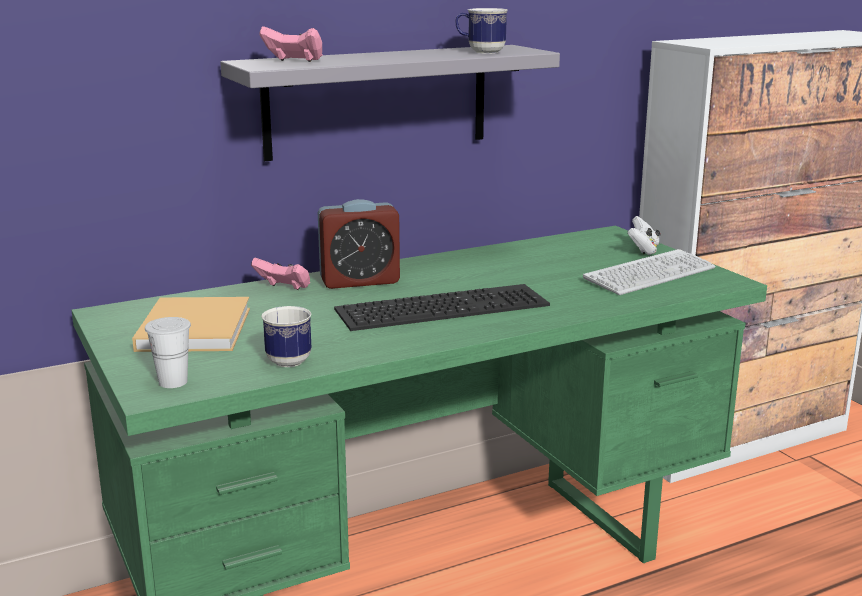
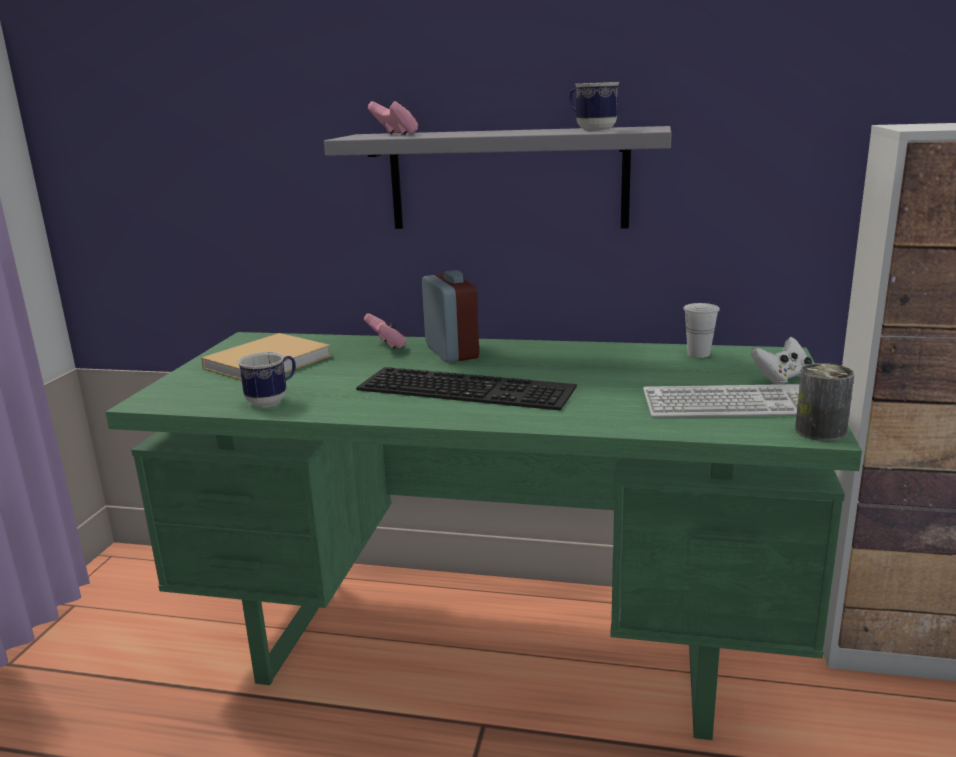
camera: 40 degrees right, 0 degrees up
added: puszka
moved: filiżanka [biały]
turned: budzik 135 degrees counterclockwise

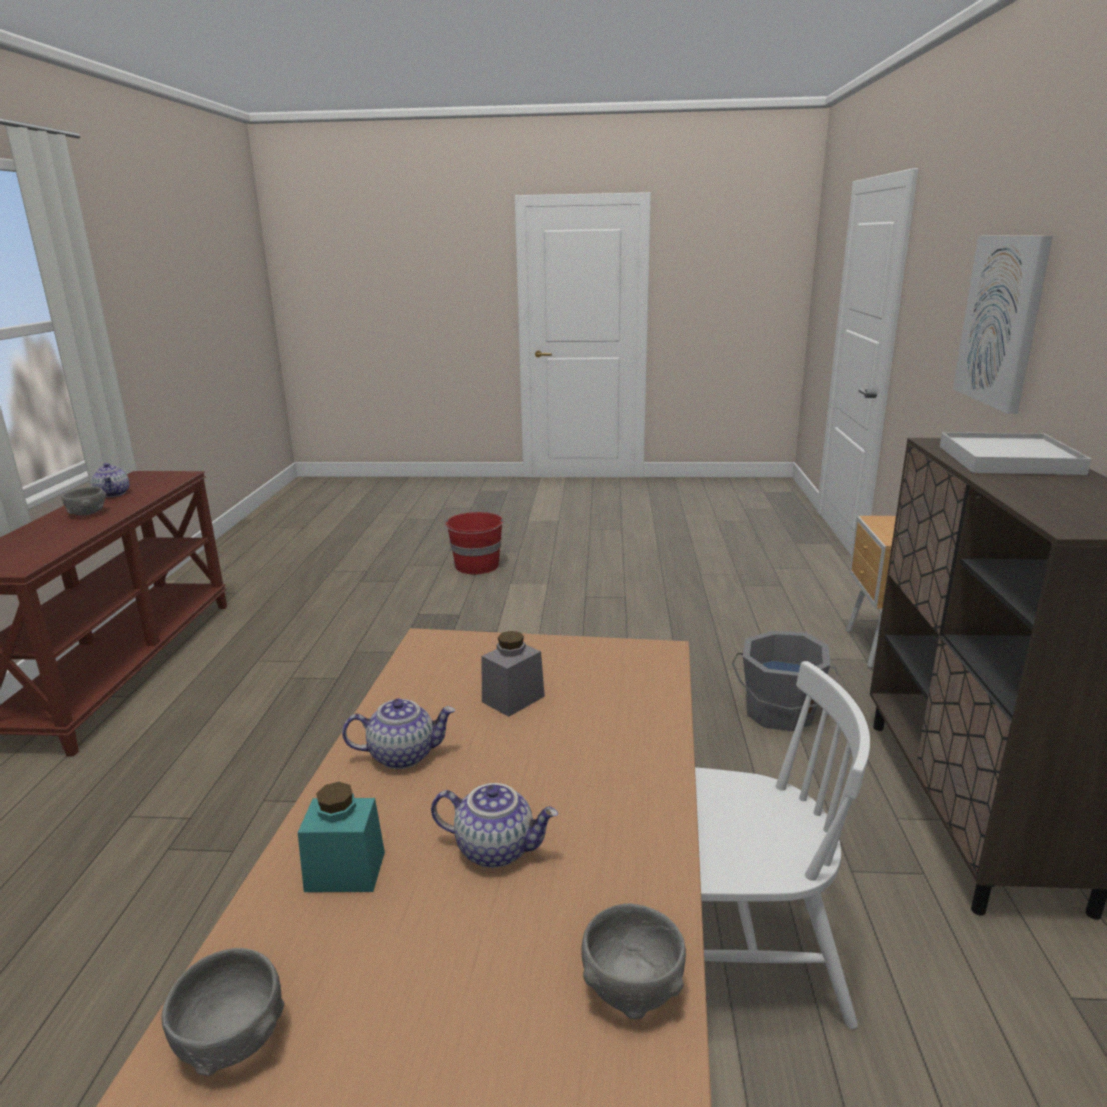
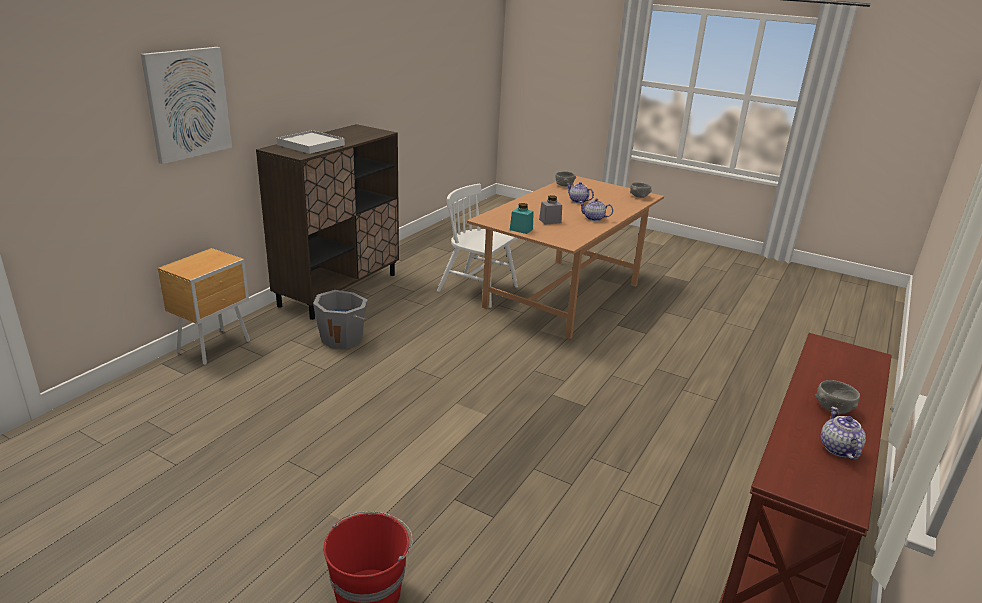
camera: 155 degrees left, 5 degrees up
moved: słoik [turkusowy]

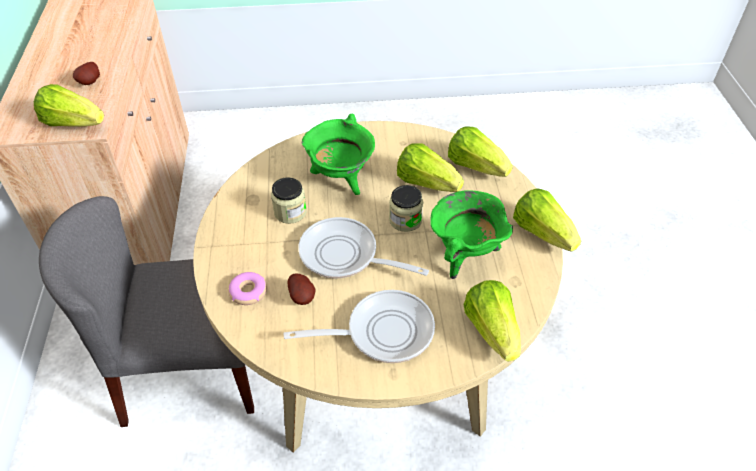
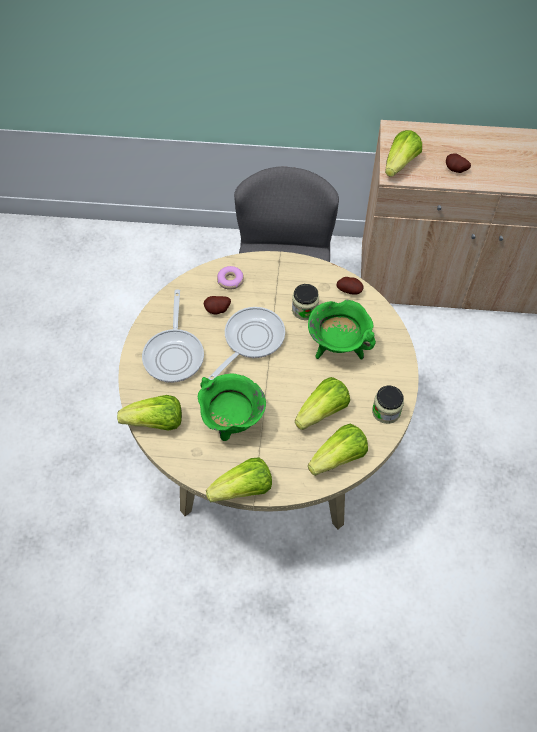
camera: 100 degrees right, 10 degrees up
added: ziemniak (2nd from left)
moved: słoik (2nd from left)

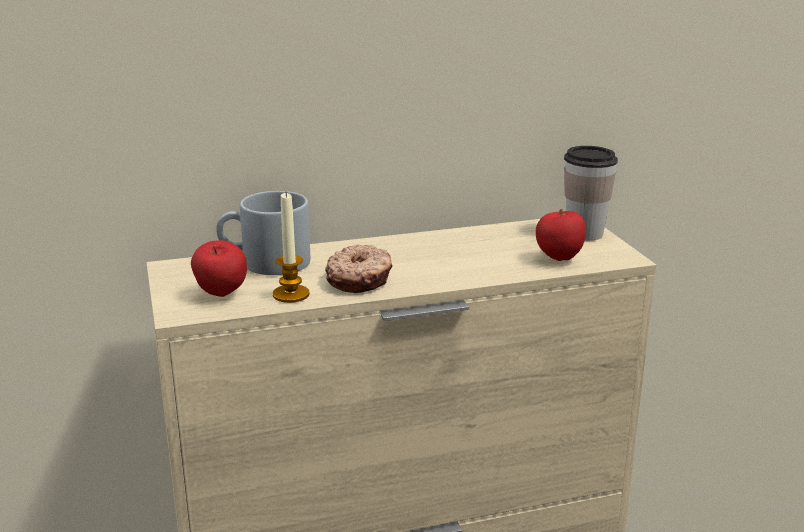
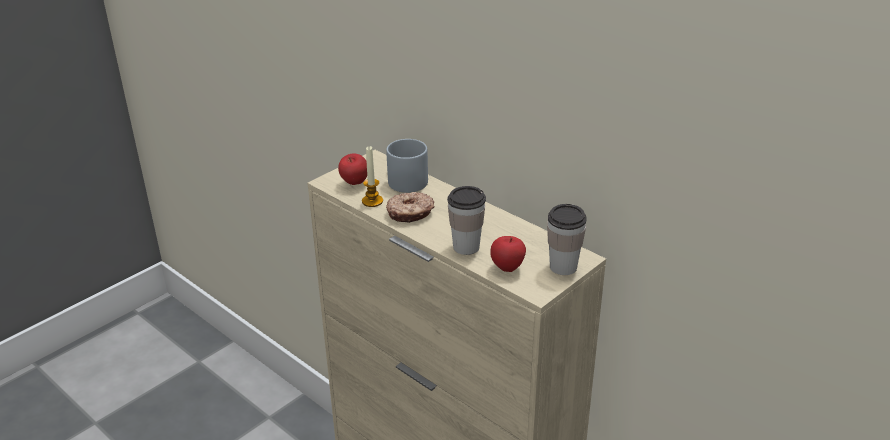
camera: 60 degrees right, 10 degrees up
added: filiżanka (1st from left)

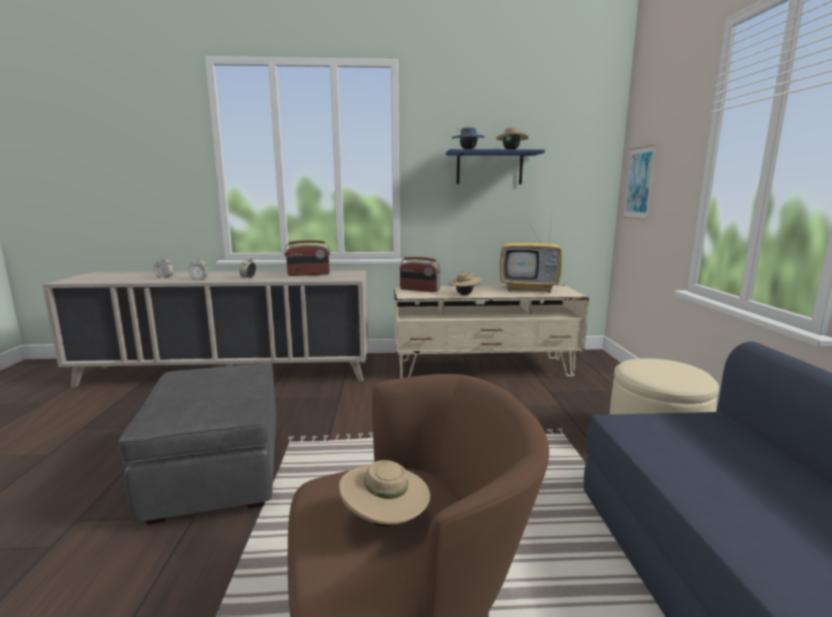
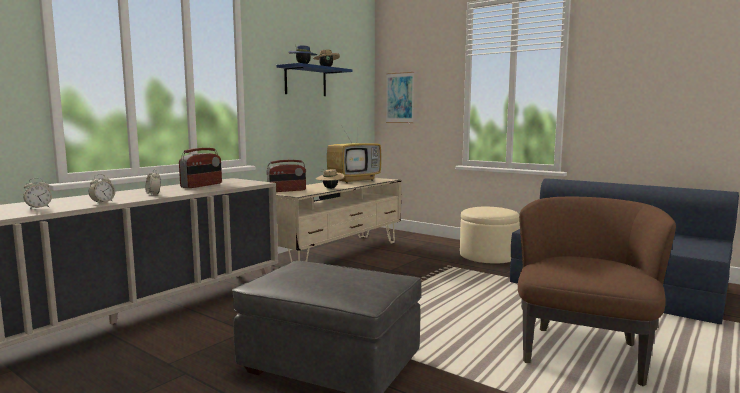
camera: 50 degrees left, 5 degrees down
removed: kapelusz [beżowy] (1st from left)

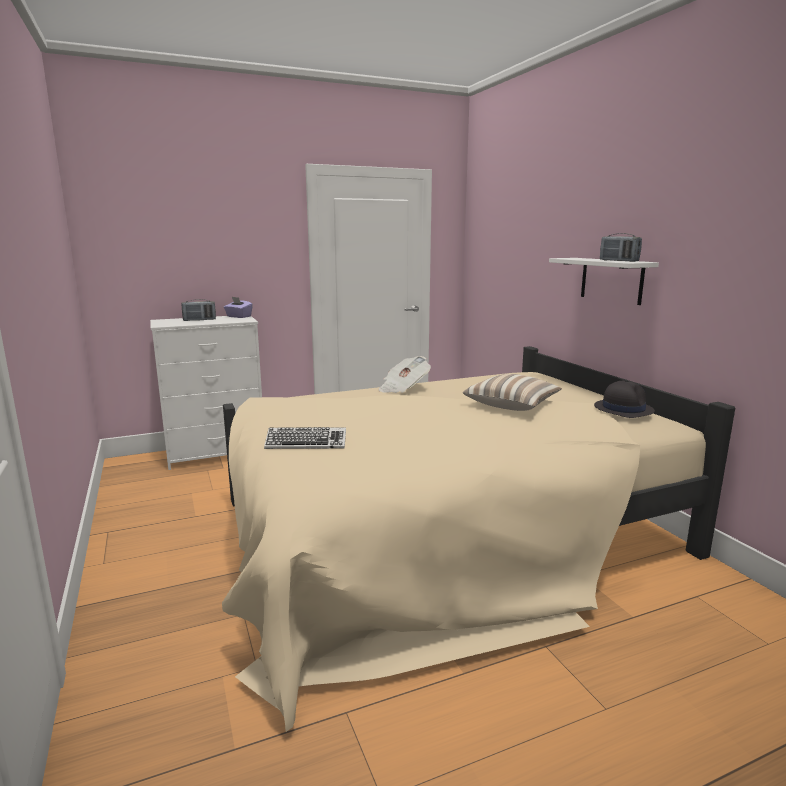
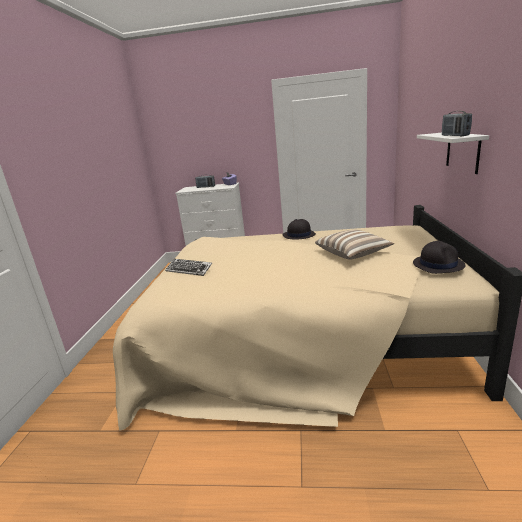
camera: 30 degrees right, 5 degrees up
replaced: gazeta to kapelusz [czarny] (1st from left)

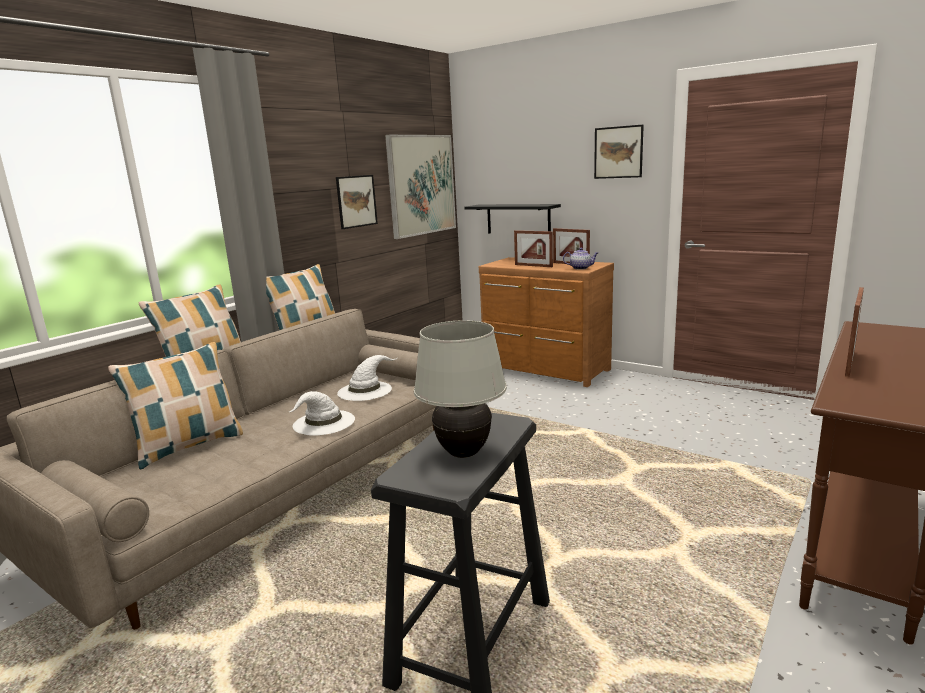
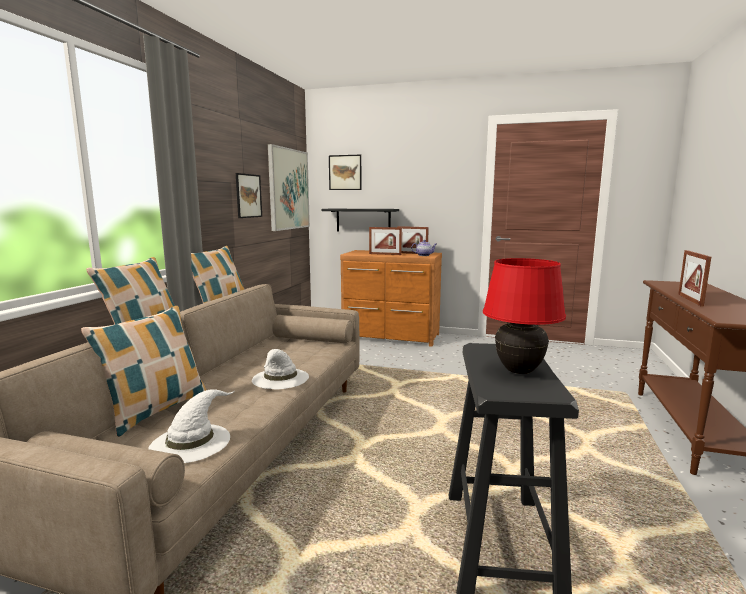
camera: 20 degrees left, 5 degrees down
moved: obraz (3rd from left); kapelusz [biały] (2nd from left in the first image) to kapelusz [biały] (1st from left)
recoloured: lampa stołowa [biały] to lampa stołowa [czerwony]

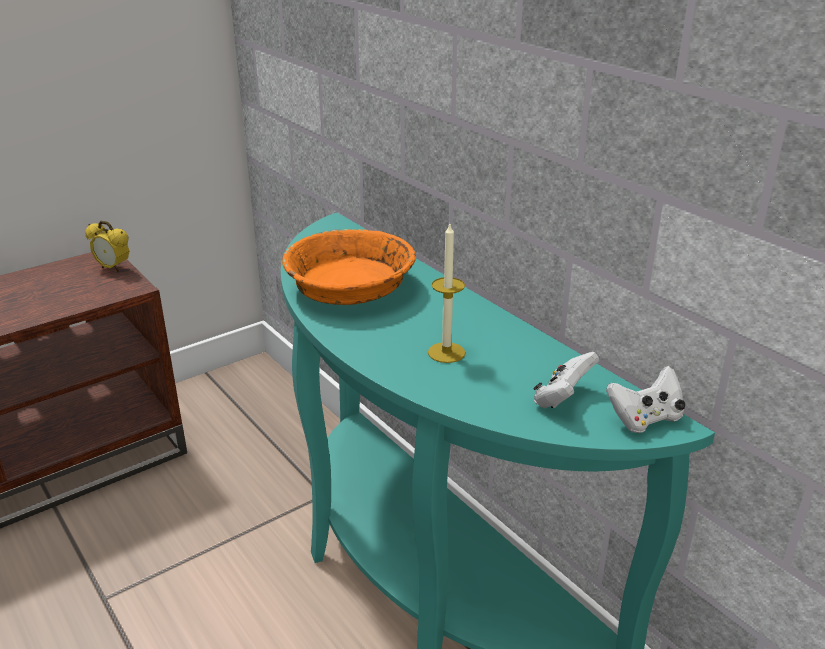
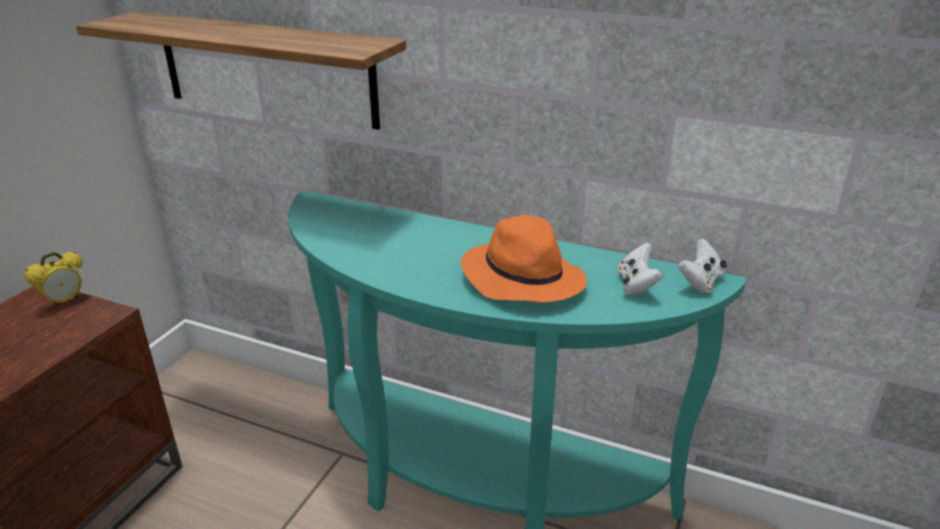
camera: 30 degrees left, 0 degrees up
removed: miska [pomarańczowy]
added: półka
replaced: świeca to kapelusz [pomarańczowy]
turned: budzik 45 degrees counterclockwise

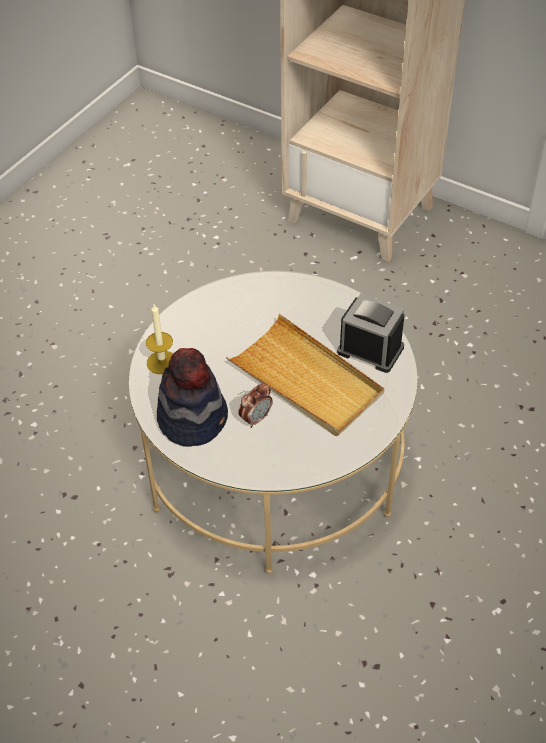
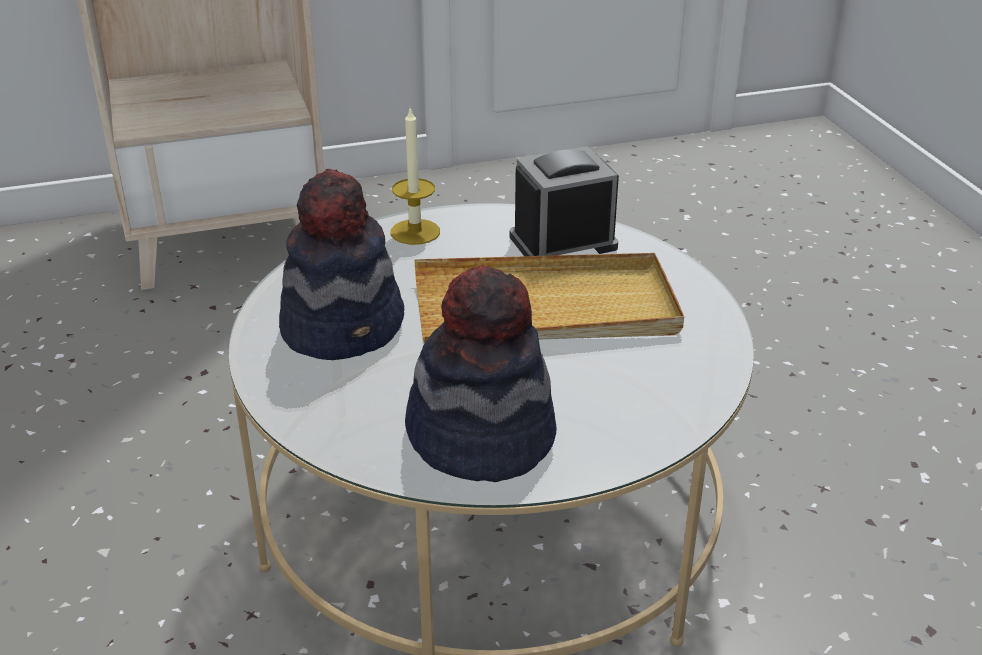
camera: 50 degrees left, 15 degrees down
removed: budzik (1st from left)
added: kapelusz (1st from left)
moved: świeca

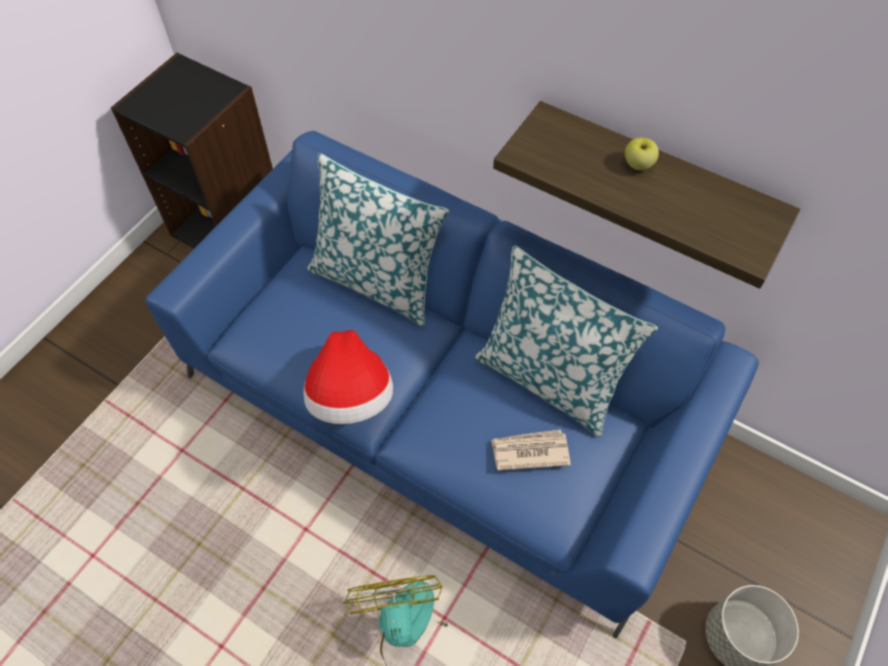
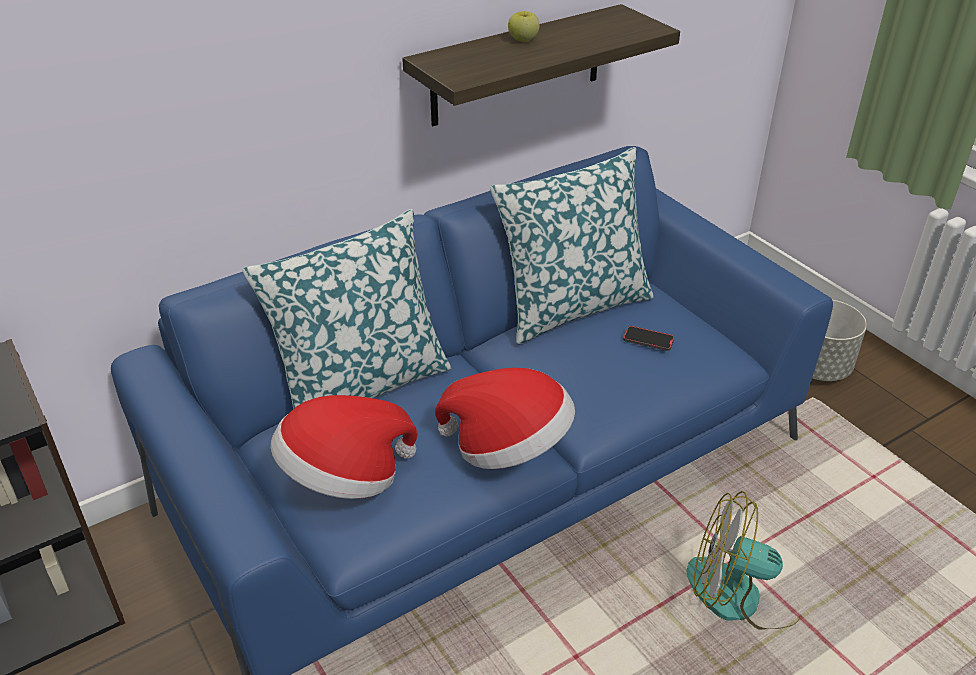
camera: 65 degrees left, 20 degrees down
added: kapelusz (1st from left)
replaced: gazeta to telefon

